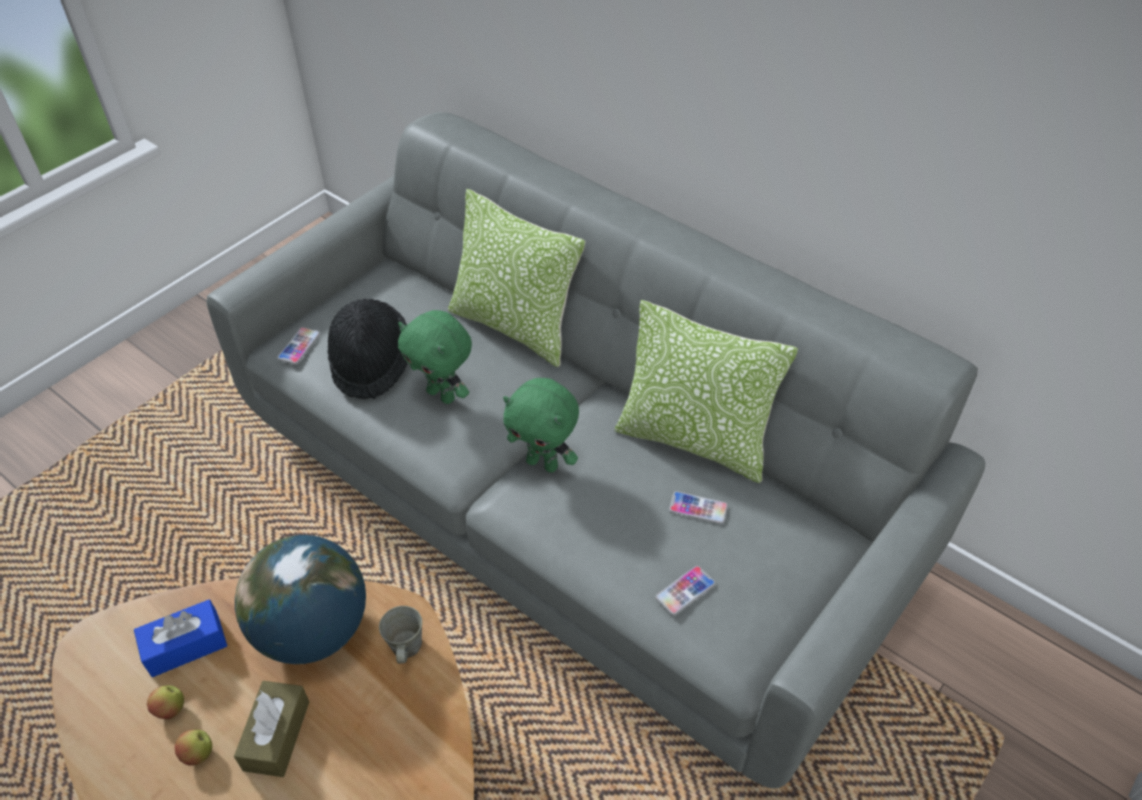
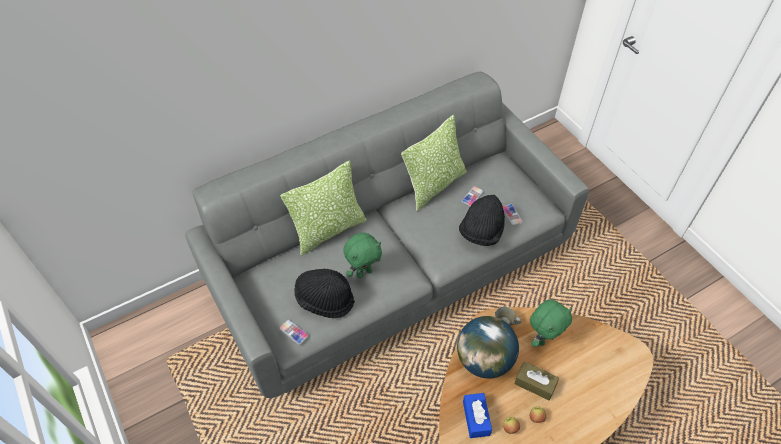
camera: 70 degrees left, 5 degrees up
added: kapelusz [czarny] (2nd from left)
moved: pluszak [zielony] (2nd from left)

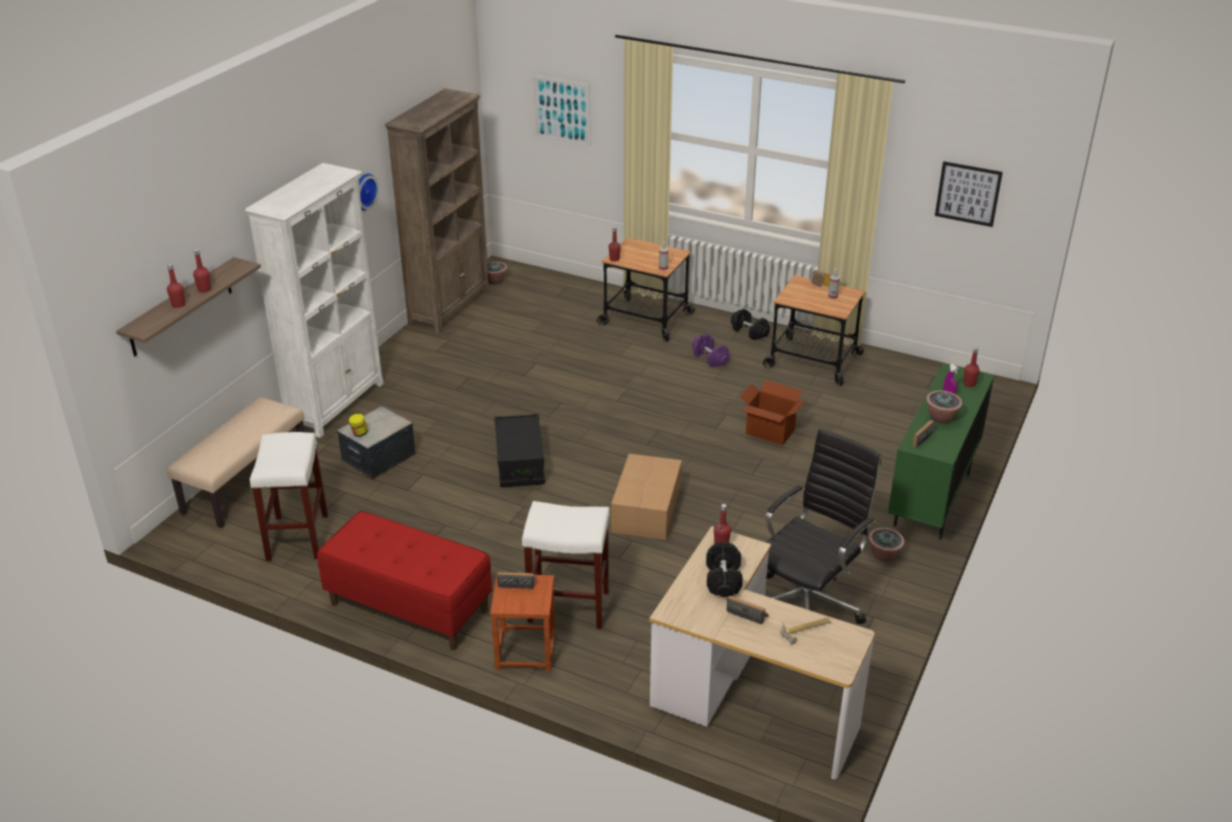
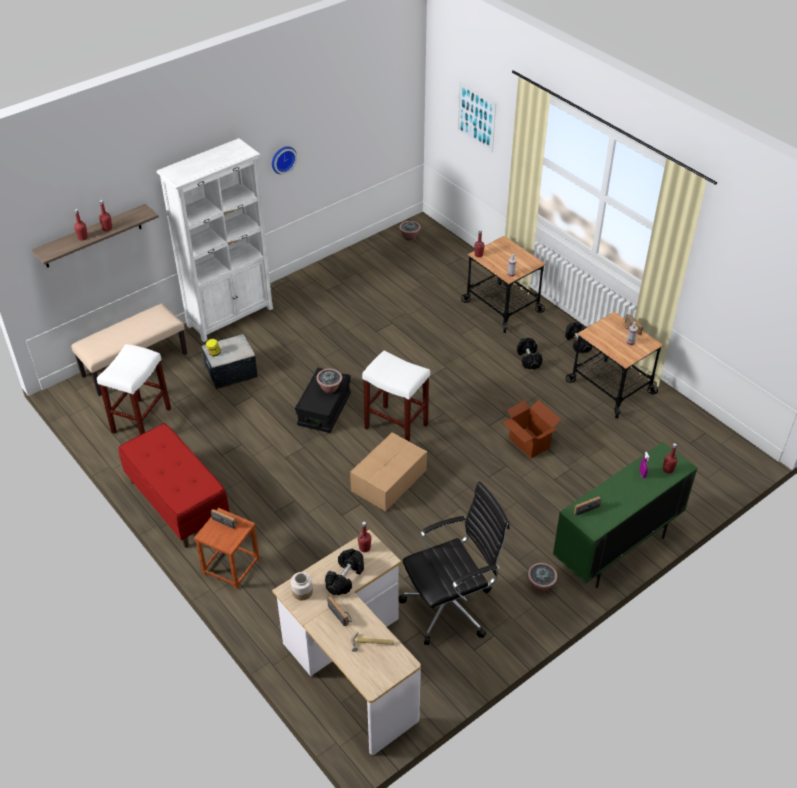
camera: 25 degrees right, 10 degrees up
removed: regał [brązowy]; obraz (2nd from left)
added: słoik (2nd from left)
moved: roślina doniczkowa (3rd from left in the first image) to roślina doniczkowa (1st from left); stołek [biały] (2nd from left)
recoloured: hantel [fioletowy] to hantel [czarny] (2nd from left)

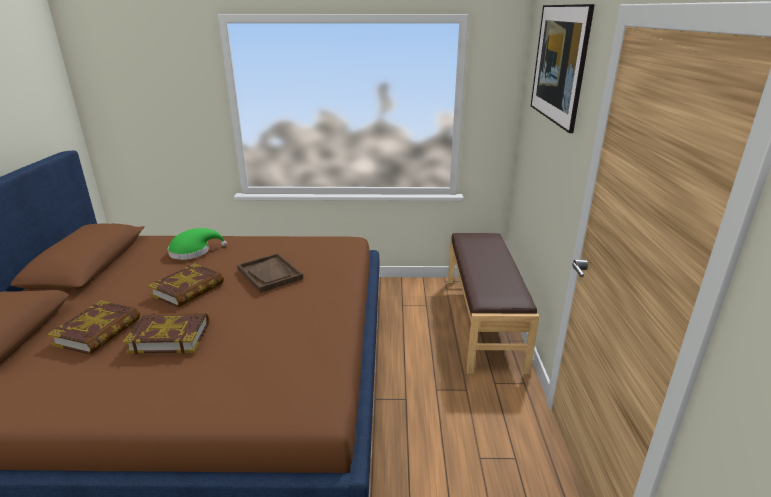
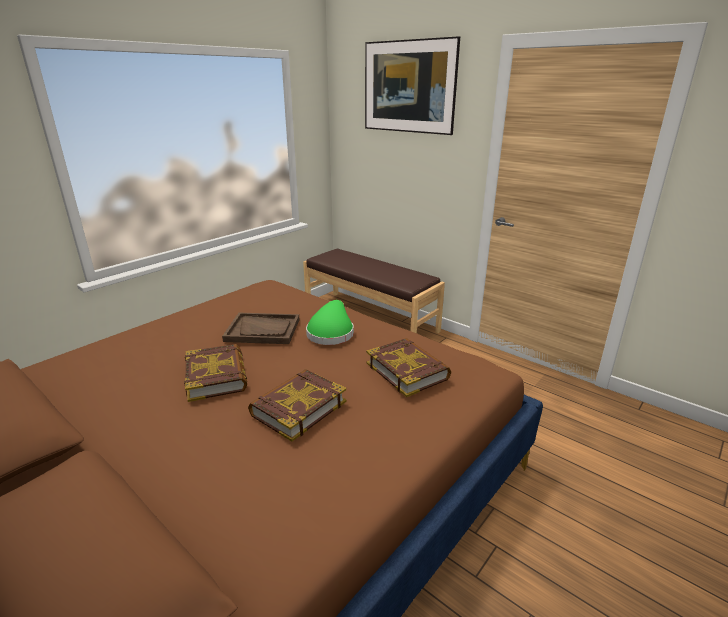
camera: 50 degrees left, 0 degrees up
moved: kapelusz [zielony]; książka (1st from left in the first image) to książka (3rd from left)

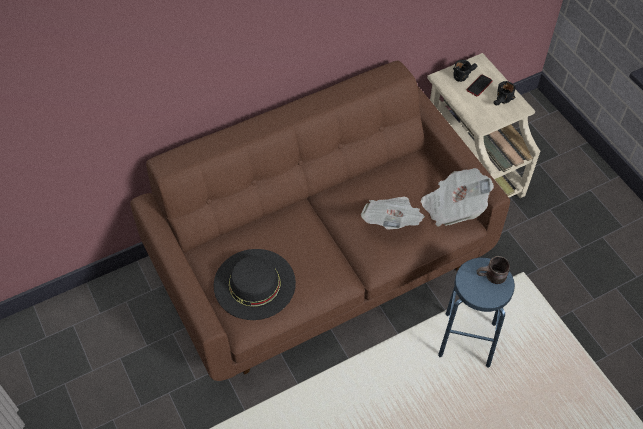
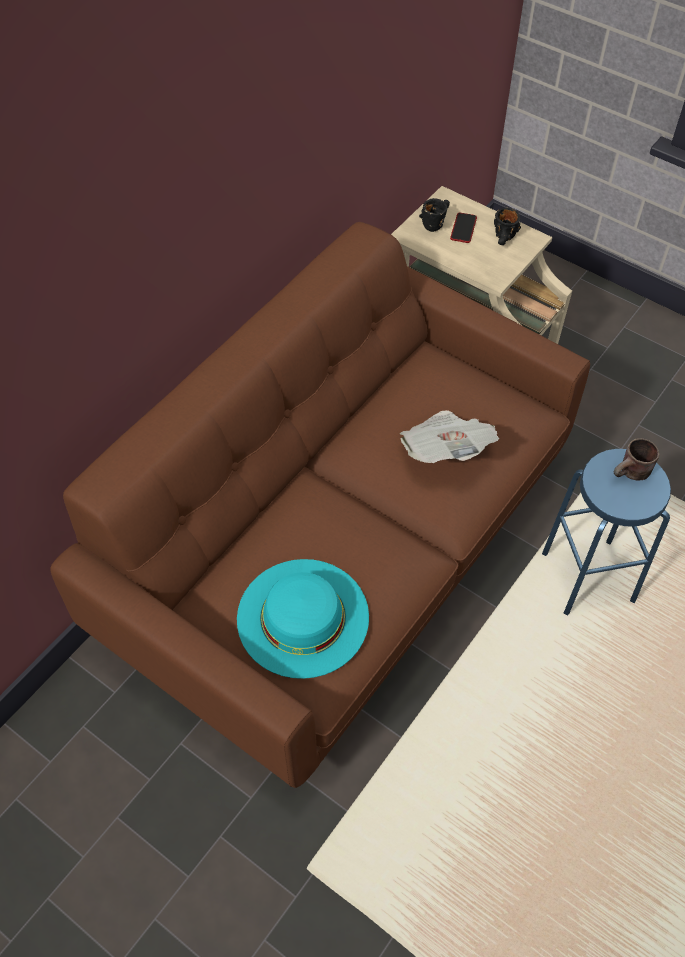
camera: 25 degrees left, 0 degrees up
removed: gazeta (2nd from left)
recoloured: kapelusz [czarny] to kapelusz [turkusowy]

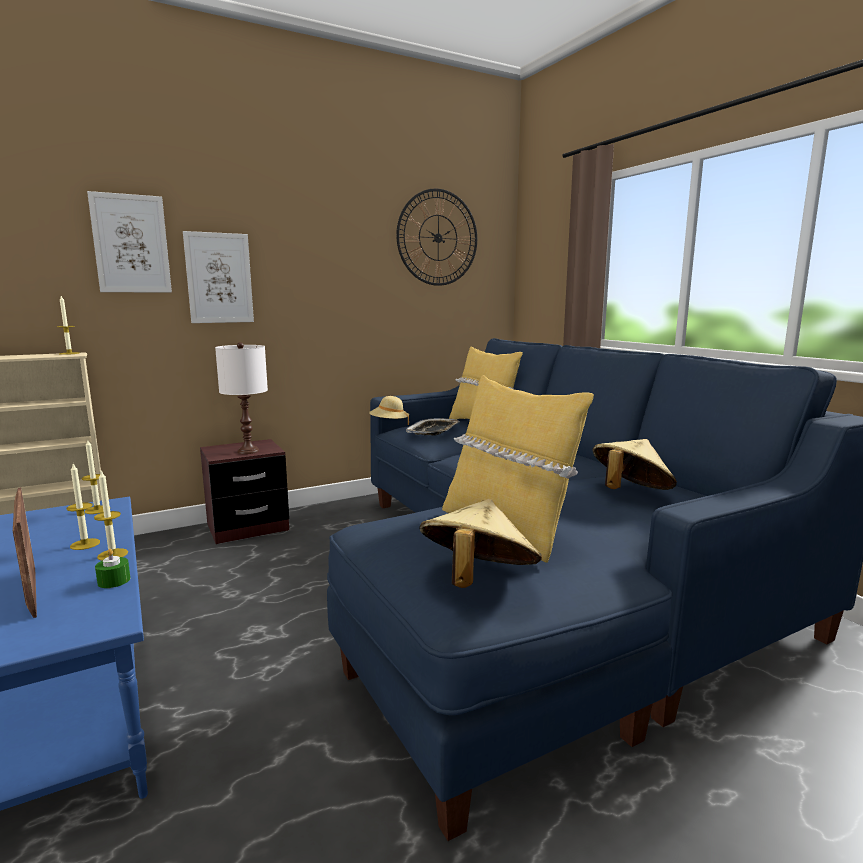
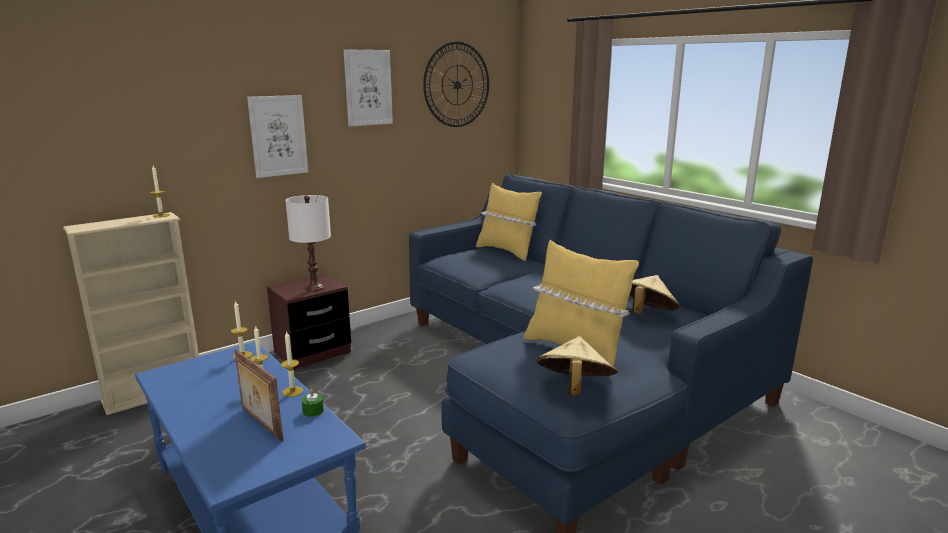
camera: 10 degrees left, 5 degrees up
removed: kapelusz [beżowy] (1st from left); taca
moved: obraz (1st from left in the first image) to obraz (2nd from left)

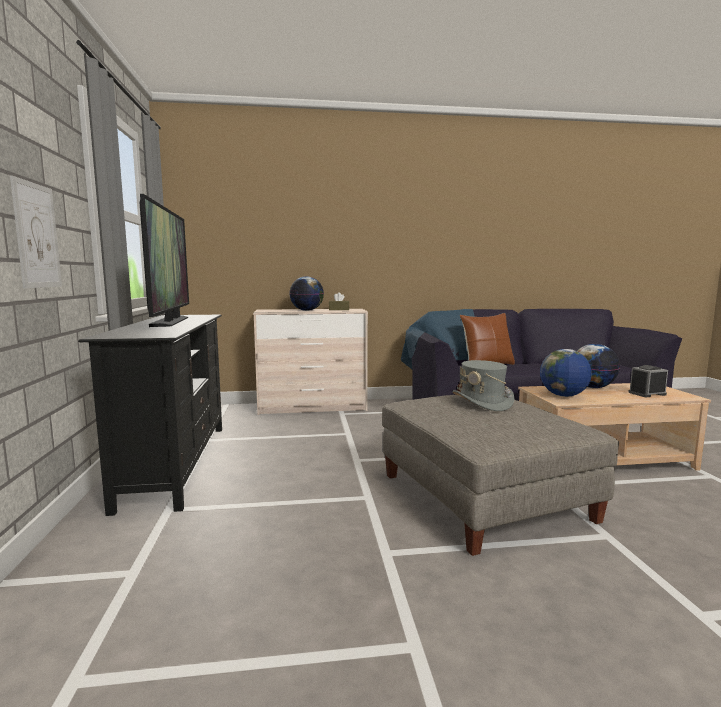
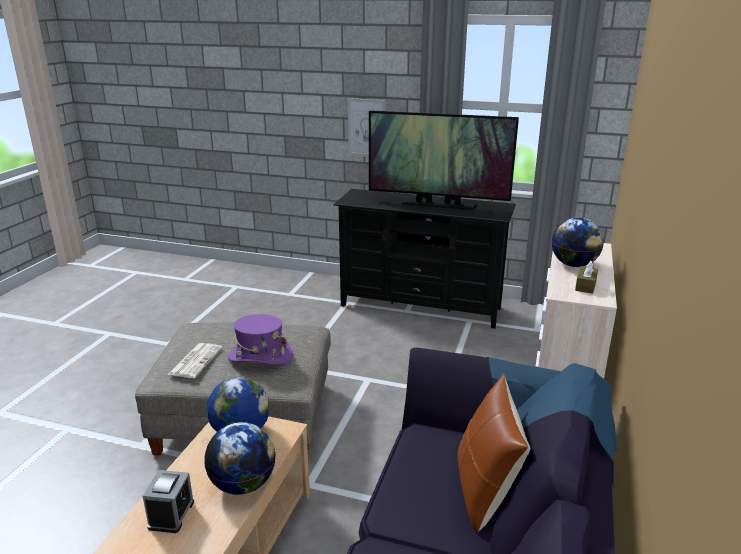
camera: 115 degrees right, 15 degrees up
added: gazeta
recoloured: kapelusz [szary] to kapelusz [fioletowy]

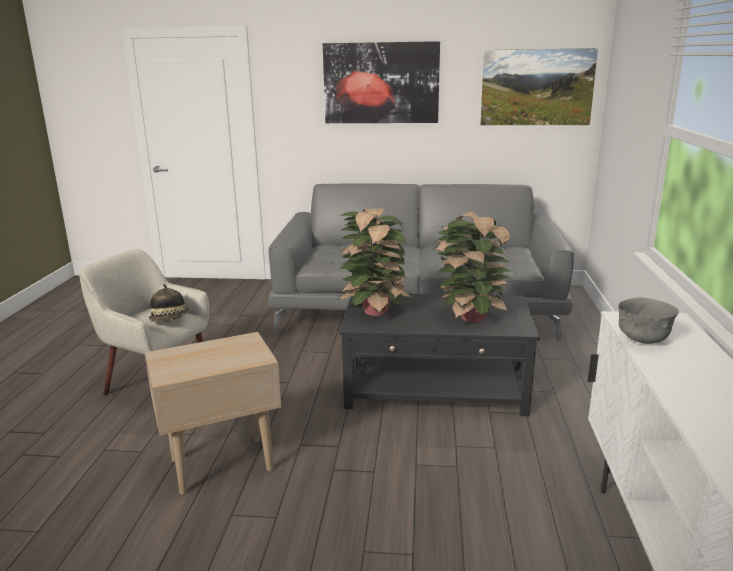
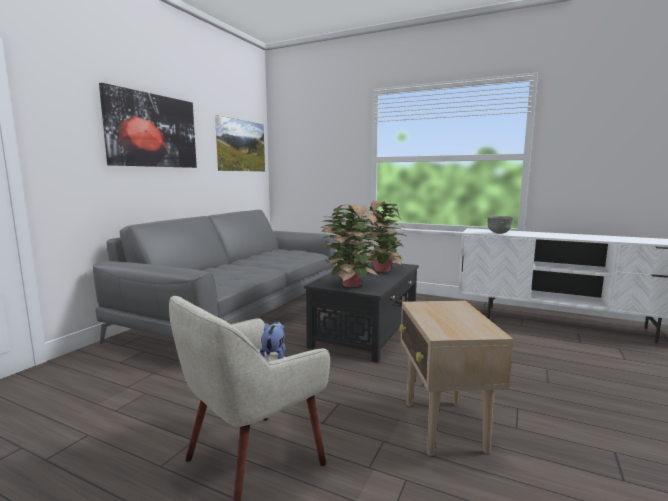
camera: 70 degrees left, 10 degrees down
replaced: kapelusz to pluszak

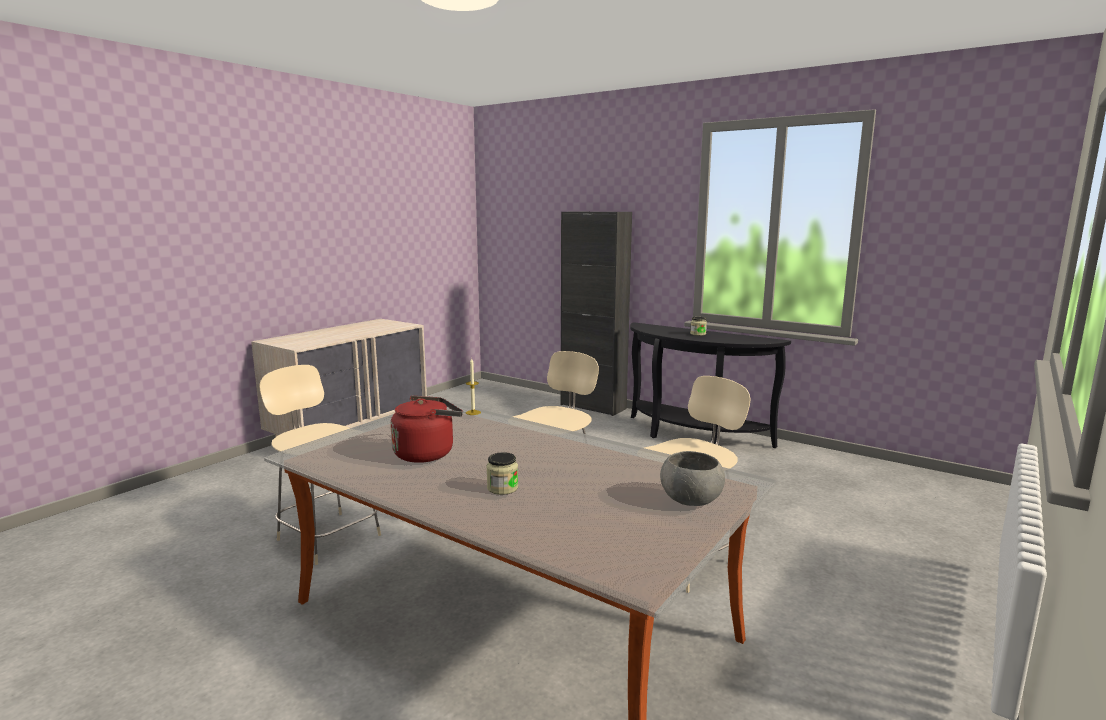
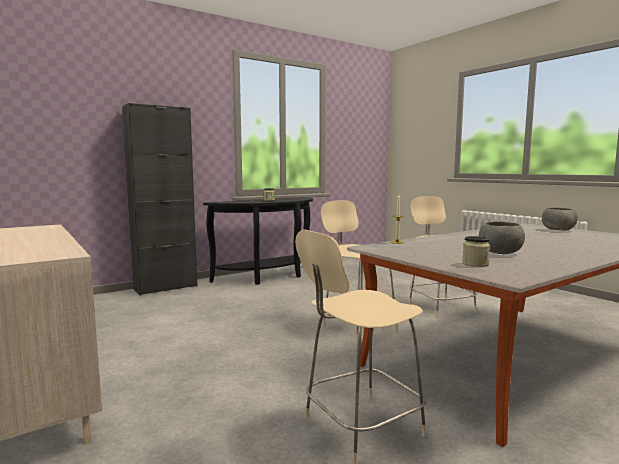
camera: 70 degrees left, 5 degrees down
moved: słoik (1st from left in the first image) to słoik (2nd from left)
replaced: czajnik [czerwony] to miska [szary] (1st from left)

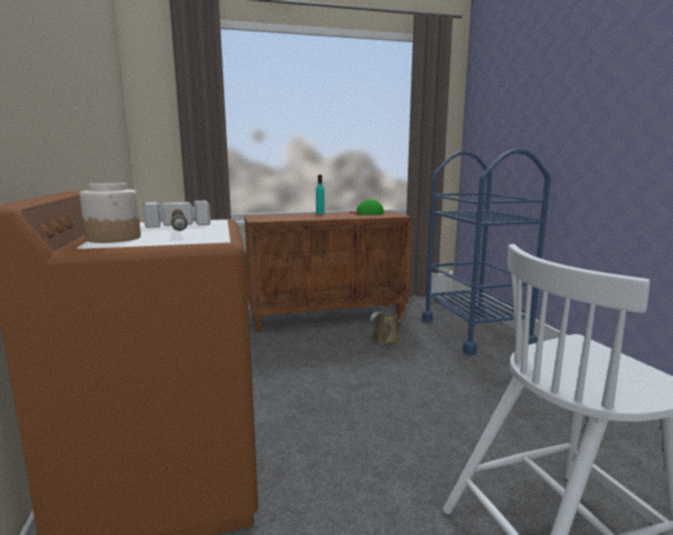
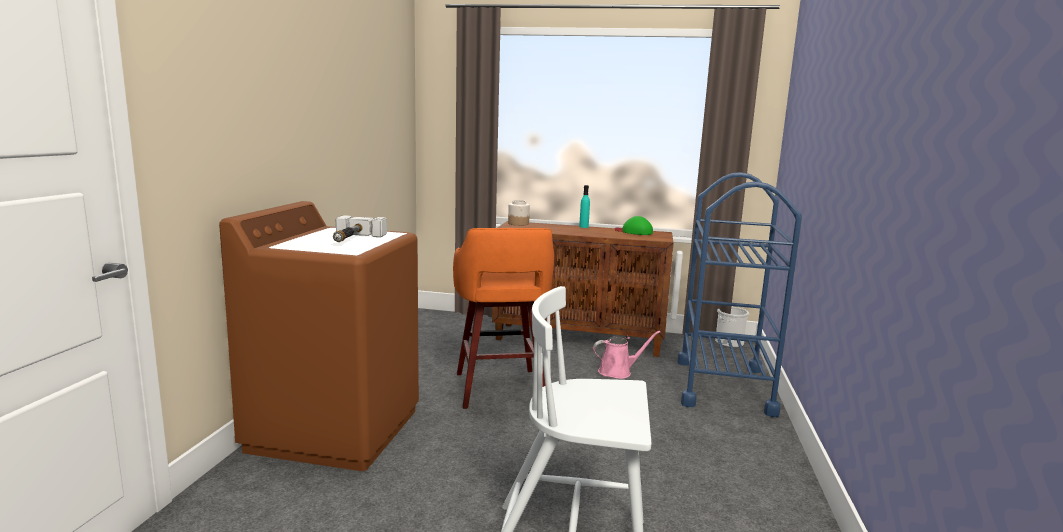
camera: 25 degrees right, 0 degrees up
added: stołek [pomarańczowy]
moved: słoik
recoloured: konewka [brązowy] to konewka [różowy]

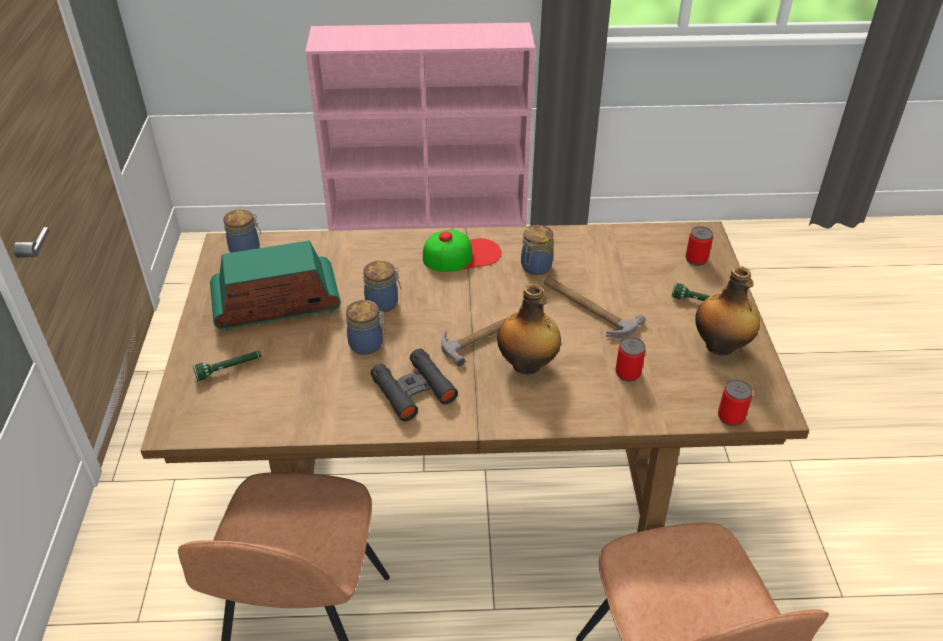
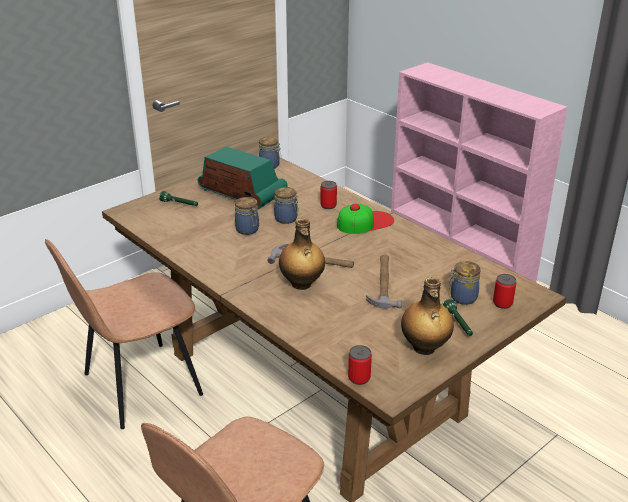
camera: 50 degrees right, 10 degrees down
removed: lornetka [czarny]
moved: słoik (4th from left); puszka (1st from left)
turned: czapka z daszkiem 60 degrees counterclockwise

